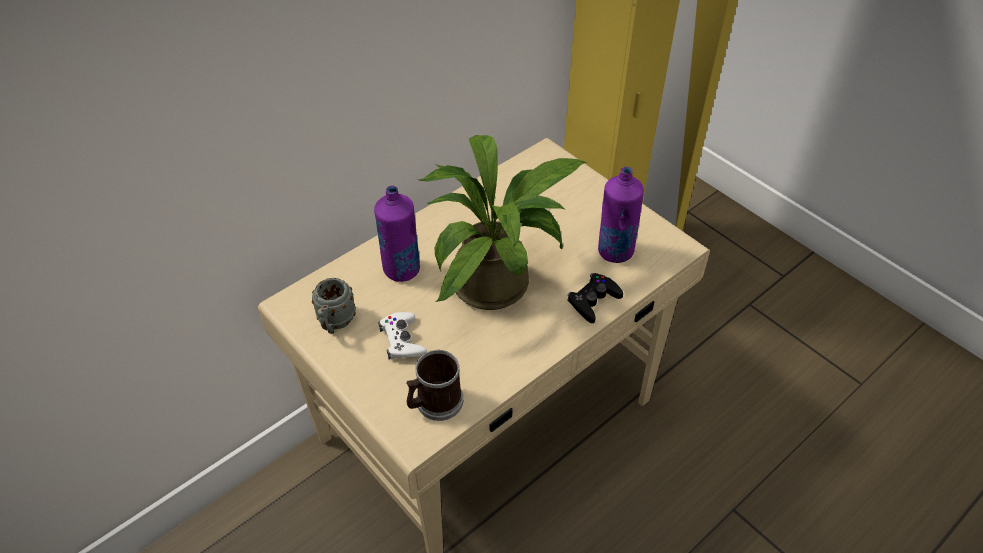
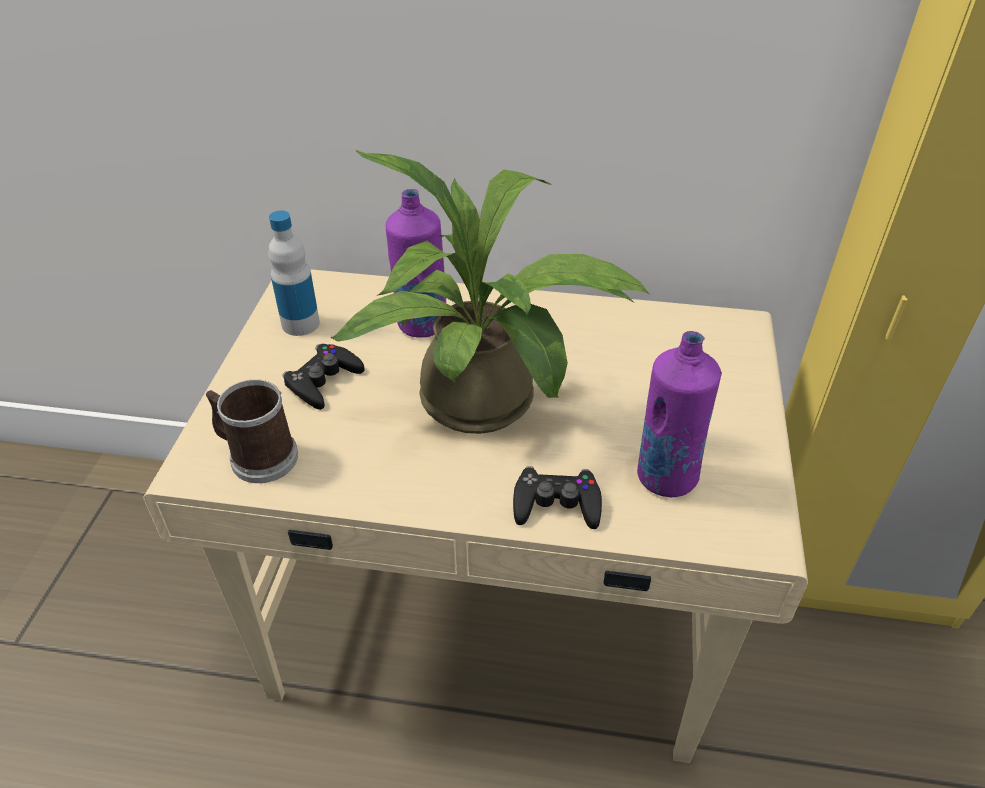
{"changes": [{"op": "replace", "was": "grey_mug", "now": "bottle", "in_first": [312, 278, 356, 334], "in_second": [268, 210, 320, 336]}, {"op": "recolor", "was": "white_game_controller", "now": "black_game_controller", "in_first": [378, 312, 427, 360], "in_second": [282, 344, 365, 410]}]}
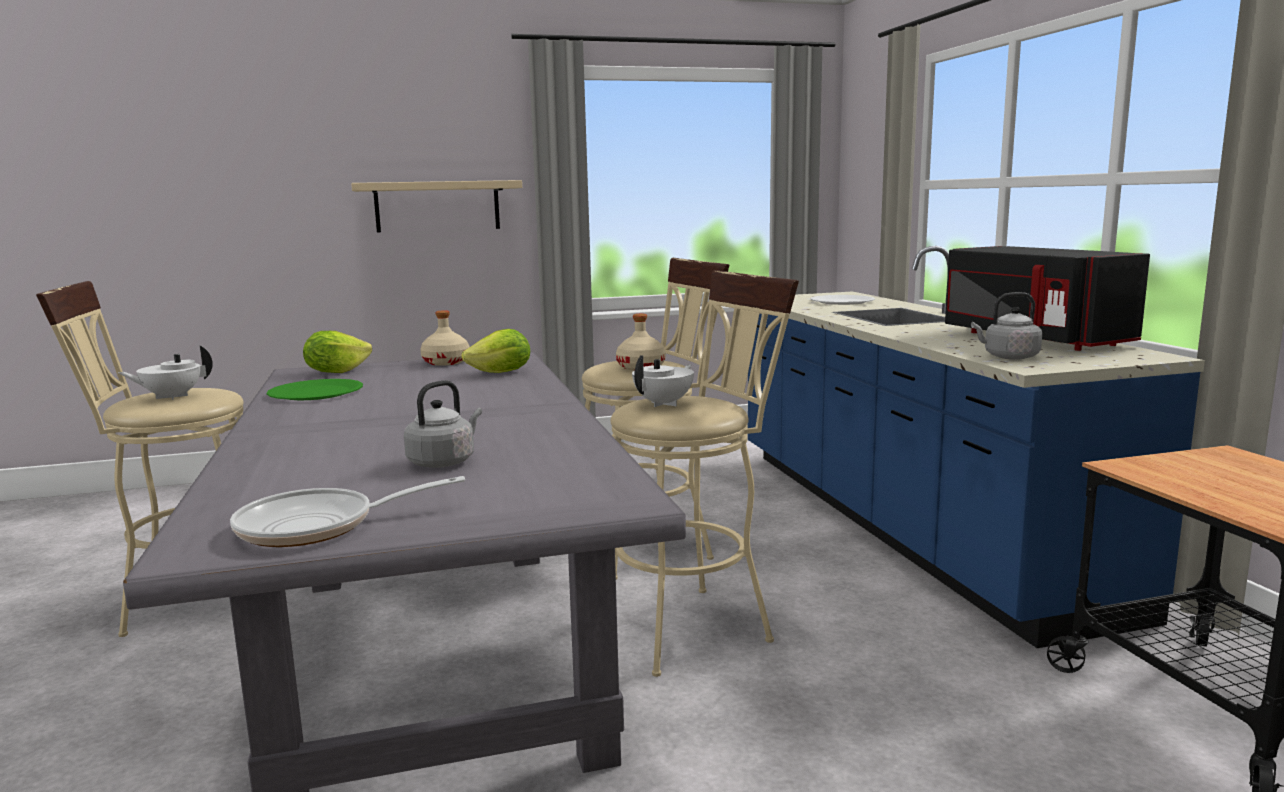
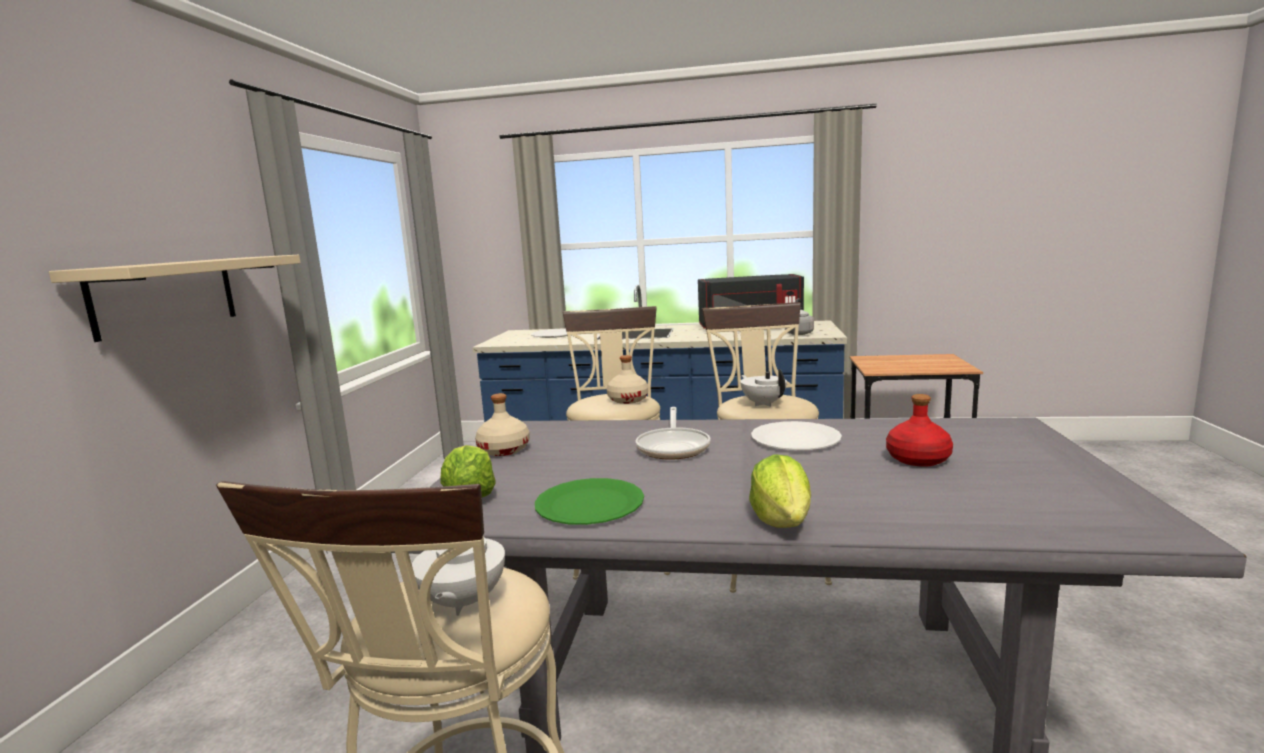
{"changes": [{"op": "insert", "now": "white_plate", "in_second": [751, 421, 842, 450]}, {"op": "move", "was": "frying_pan", "in_first": [230, 476, 465, 547], "in_second": [636, 407, 711, 460]}, {"op": "move", "was": "lettuce", "in_first": [462, 329, 530, 373], "in_second": [749, 454, 811, 528]}, {"op": "replace", "was": "grey_kettle", "now": "red_bottle", "in_first": [404, 380, 482, 468], "in_second": [886, 394, 953, 467]}]}
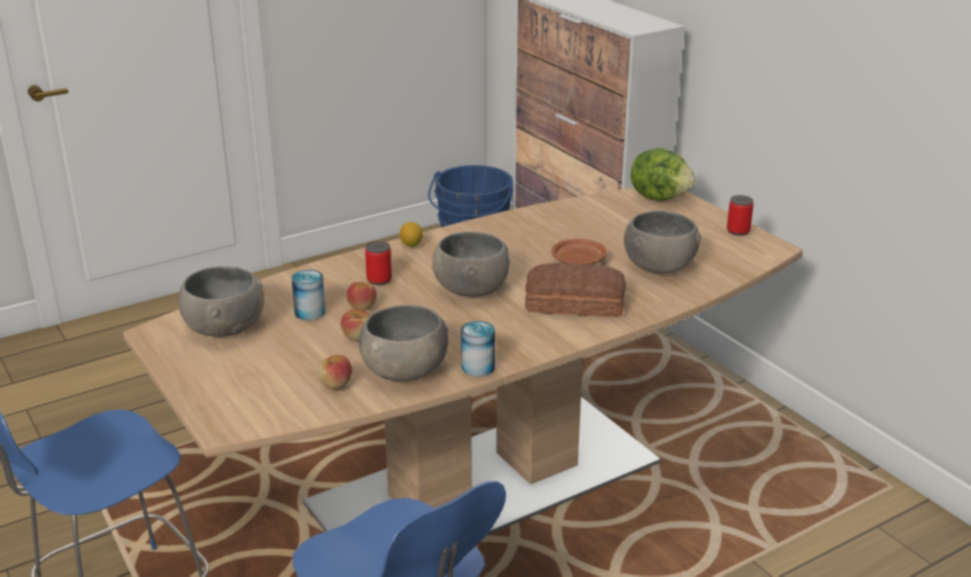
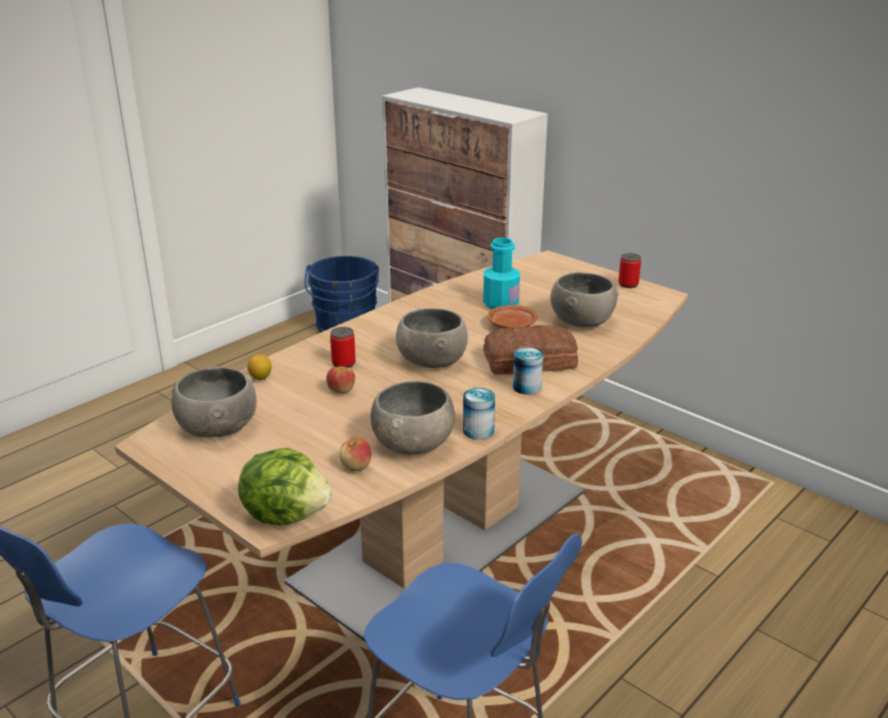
{"changes": [{"op": "delete", "was": "apple", "in_first": [341, 309, 370, 341]}, {"op": "insert", "now": "turquoise_bottle", "in_second": [483, 238, 520, 310]}, {"op": "move", "was": "can", "in_first": [292, 270, 326, 321], "in_second": [513, 347, 543, 395]}, {"op": "move", "was": "lemon", "in_first": [400, 222, 423, 247], "in_second": [247, 354, 272, 380]}, {"op": "move", "was": "lettuce", "in_first": [631, 148, 696, 201], "in_second": [238, 448, 331, 525]}]}
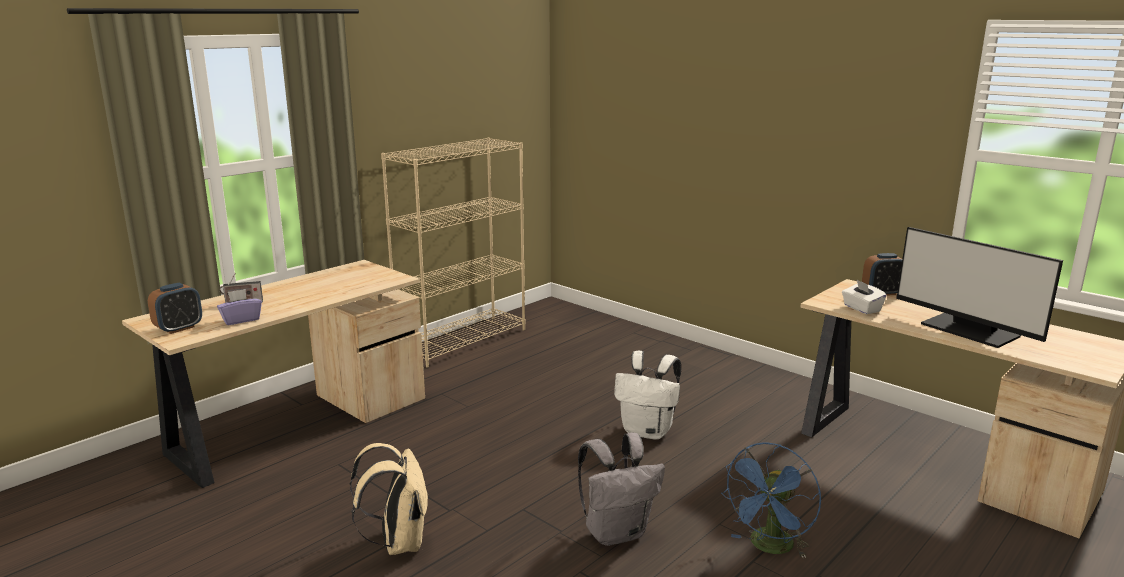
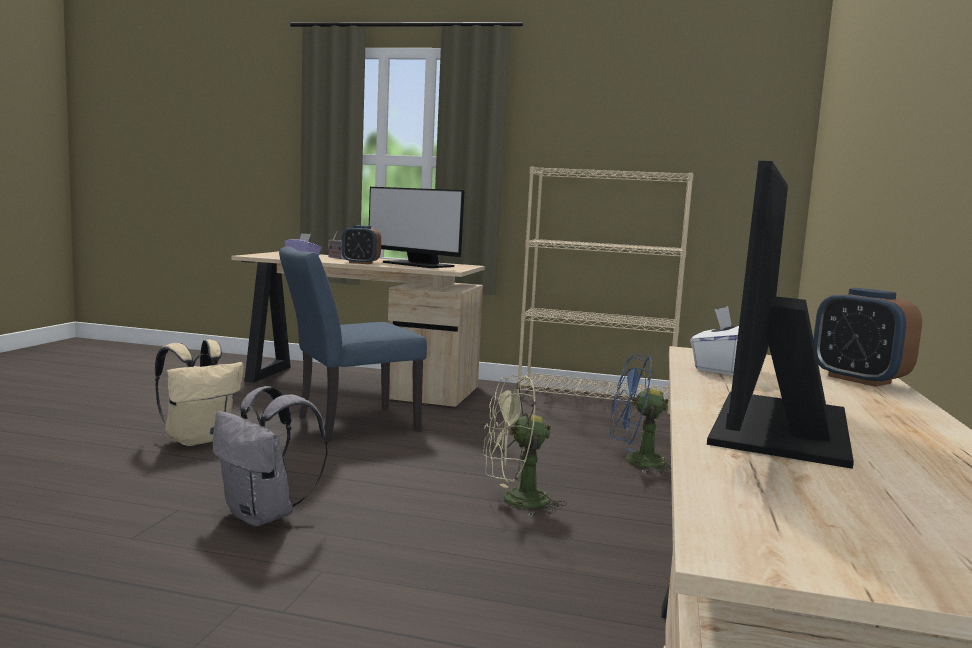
{"changes": [{"op": "insert", "now": "blue_chair", "in_second": [279, 246, 427, 441]}, {"op": "insert", "now": "monitor", "in_second": [369, 187, 465, 268]}, {"op": "move", "was": "alarm_clock", "in_first": [148, 283, 202, 334], "in_second": [342, 225, 381, 264]}, {"op": "move", "was": "blue_fan", "in_first": [721, 443, 821, 558], "in_second": [610, 354, 671, 473]}, {"op": "replace", "was": "white_backpack", "now": "green_fan", "in_first": [614, 351, 681, 440], "in_second": [482, 375, 567, 517]}]}
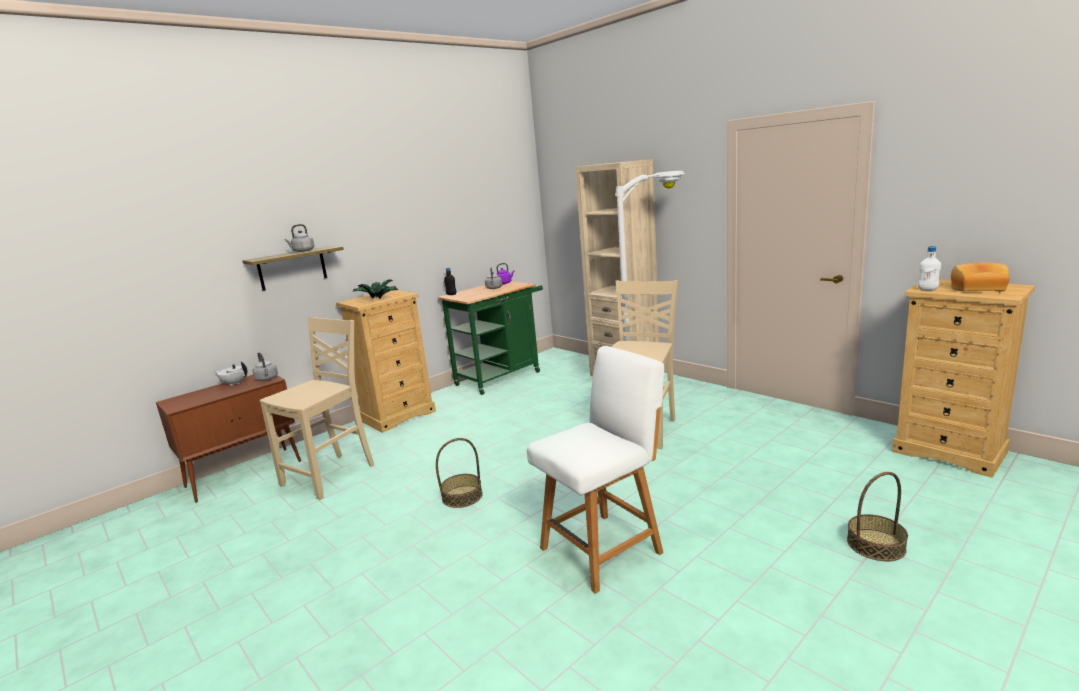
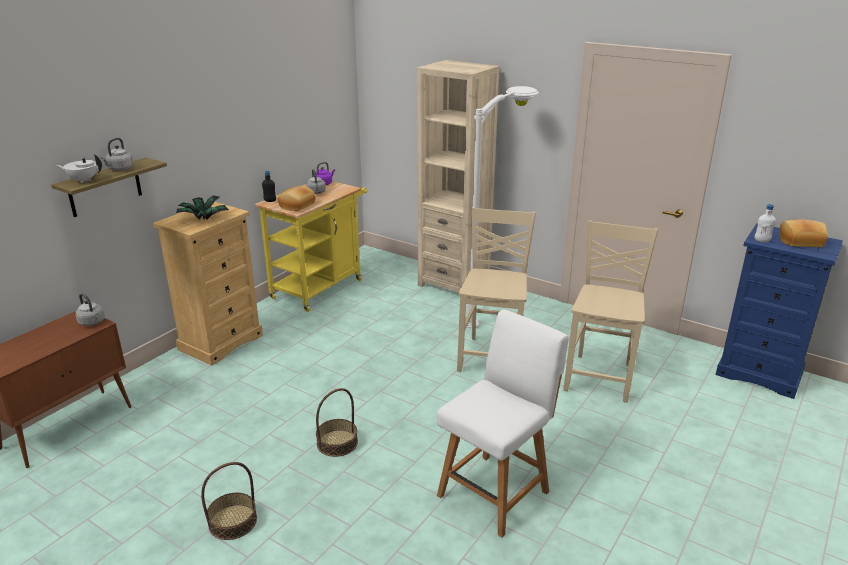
{"changes": [{"op": "insert", "now": "bread", "in_second": [278, 185, 316, 211]}, {"op": "move", "was": "white_teapot", "in_first": [215, 361, 247, 386], "in_second": [56, 154, 102, 183]}, {"op": "move", "was": "beige_chair", "in_first": [260, 316, 374, 500], "in_second": [563, 221, 658, 403]}, {"op": "move", "was": "basket", "in_first": [847, 472, 908, 561], "in_second": [201, 462, 257, 540]}, {"op": "recolor", "was": "green_cart", "now": "yellow_cart", "in_first": [438, 281, 543, 395], "in_second": [255, 181, 367, 312]}, {"op": "recolor", "was": "beige_dresser", "now": "blue_dresser", "in_first": [892, 279, 1035, 478], "in_second": [716, 223, 843, 399]}]}
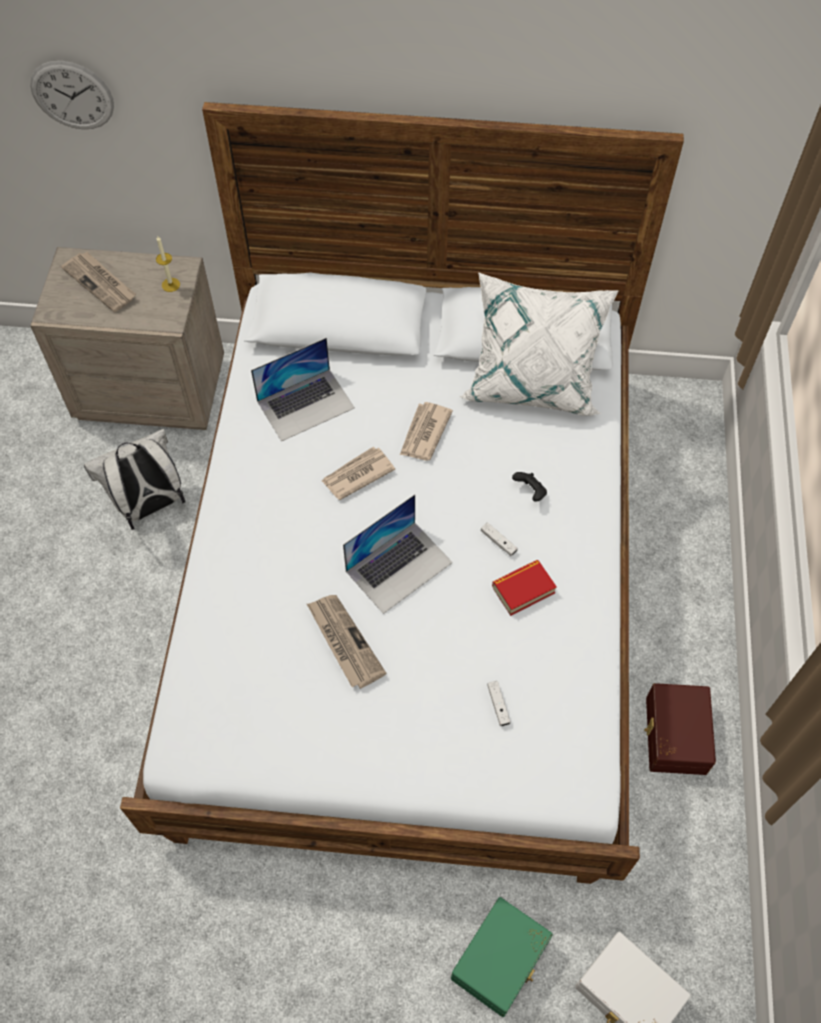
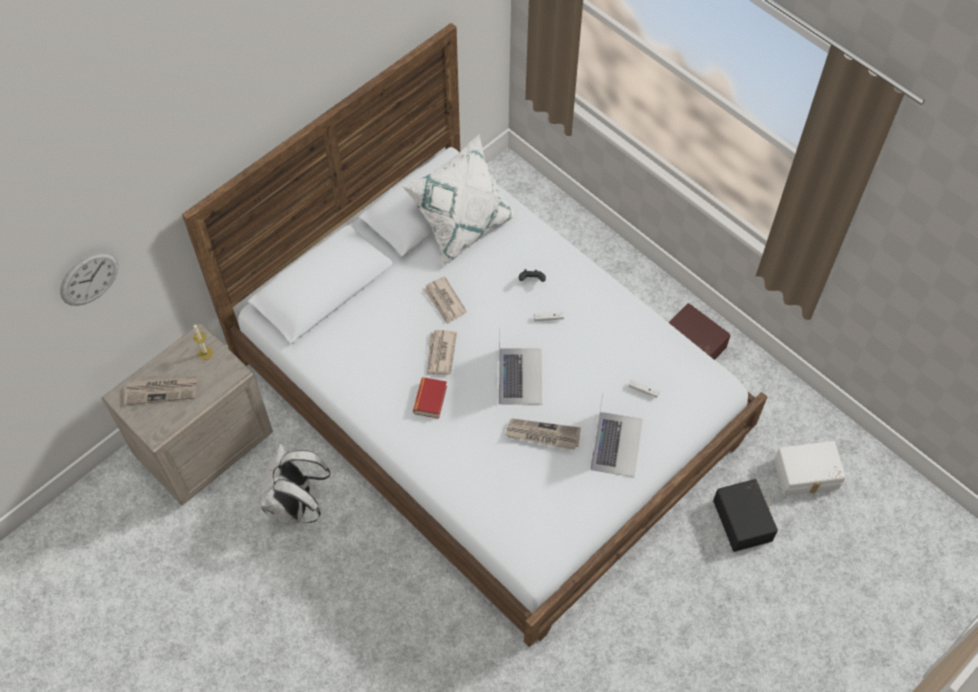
{"changes": [{"op": "move", "was": "laptop", "in_first": [251, 338, 355, 442], "in_second": [590, 394, 643, 478]}, {"op": "move", "was": "book", "in_first": [492, 560, 557, 616], "in_second": [413, 377, 447, 419]}, {"op": "recolor", "was": "green_storage_box", "now": "black_storage_box", "in_first": [451, 897, 553, 1017], "in_second": [713, 479, 778, 552]}]}
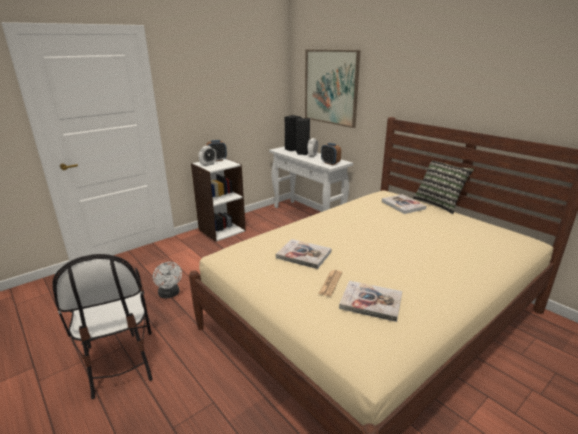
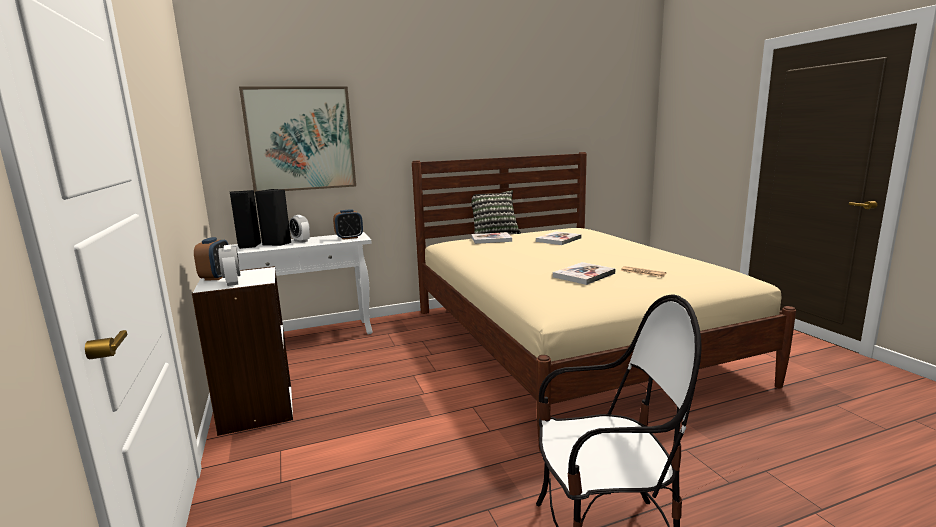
{"changes": [{"op": "delete", "was": "white_fan", "in_first": [153, 262, 182, 298]}, {"op": "move", "was": "book", "in_first": [339, 281, 402, 322], "in_second": [536, 231, 581, 245]}]}
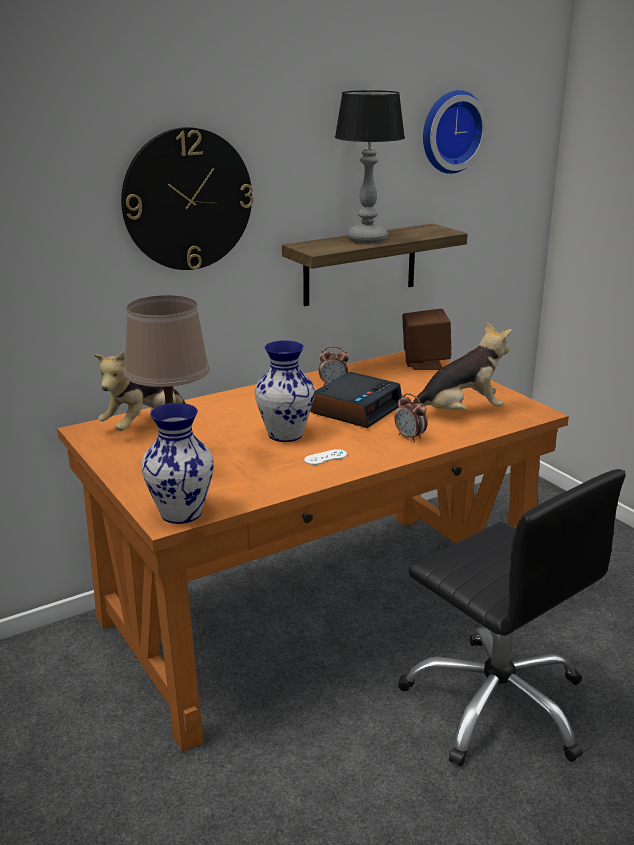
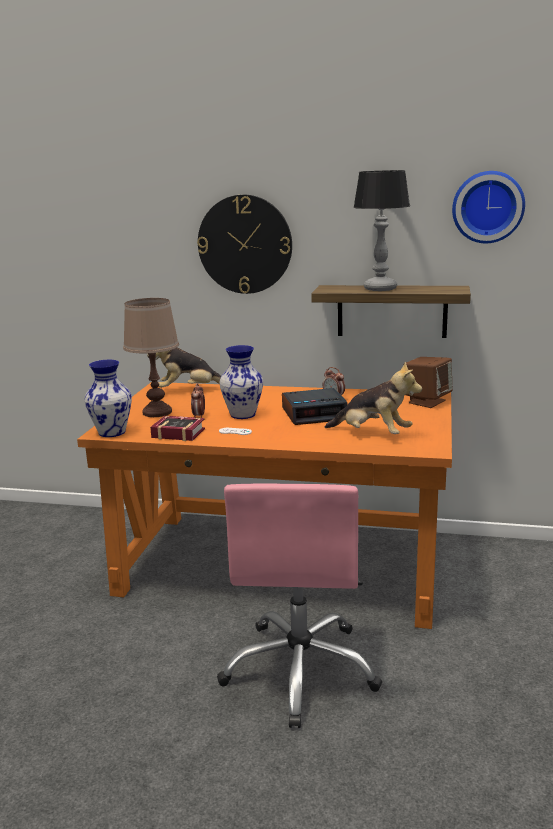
{"changes": [{"op": "insert", "now": "book", "in_second": [150, 416, 205, 441]}, {"op": "move", "was": "alarm_clock", "in_first": [395, 393, 427, 442], "in_second": [191, 383, 205, 418]}, {"op": "recolor", "was": "black_office_chair", "now": "pink_office_chair", "in_first": [398, 469, 626, 766], "in_second": [217, 483, 382, 728]}]}
